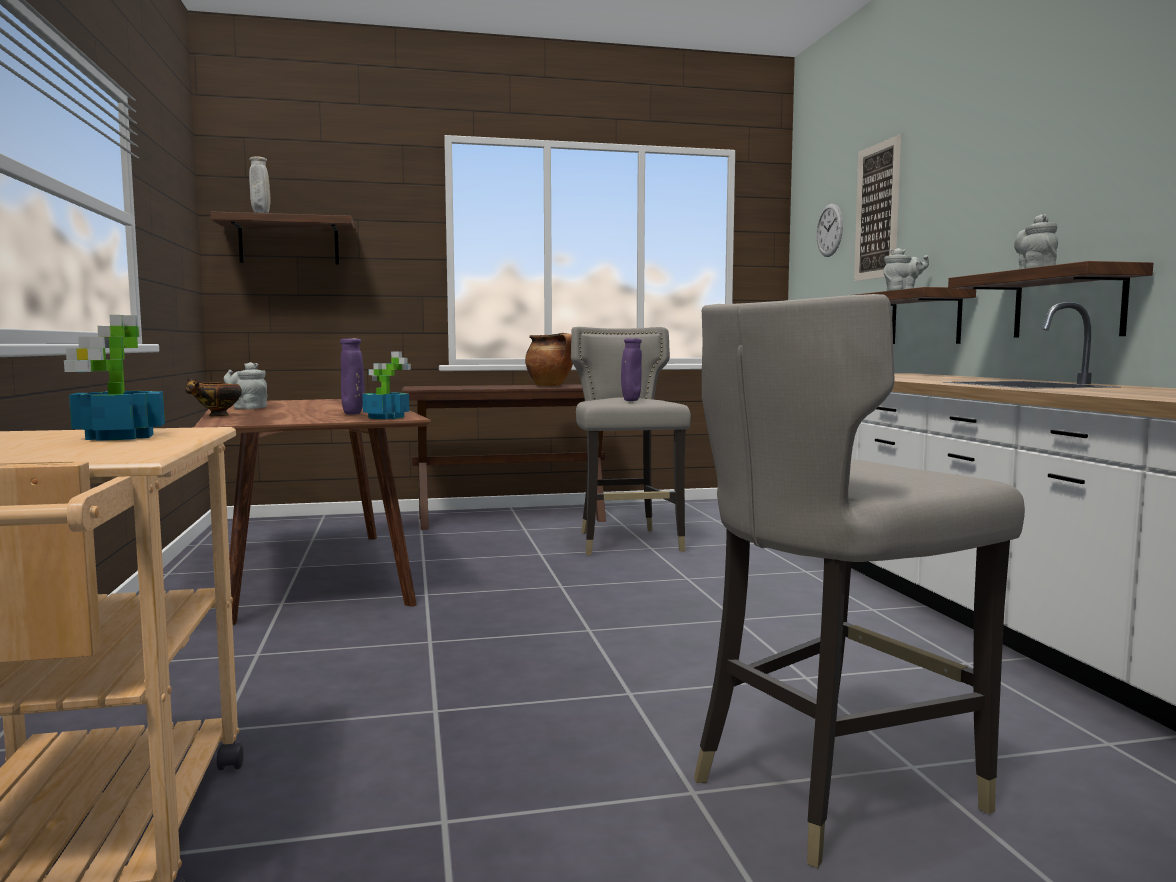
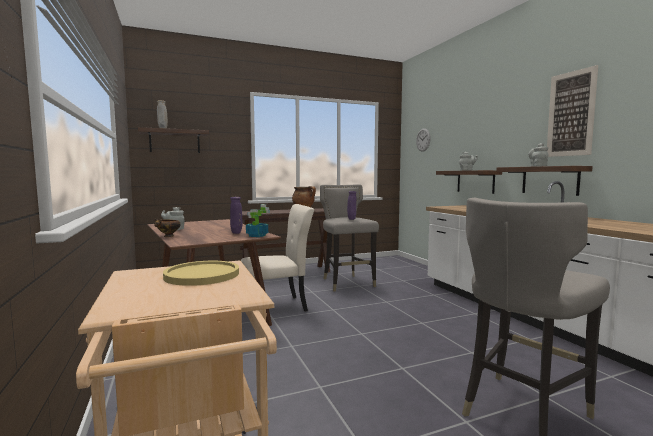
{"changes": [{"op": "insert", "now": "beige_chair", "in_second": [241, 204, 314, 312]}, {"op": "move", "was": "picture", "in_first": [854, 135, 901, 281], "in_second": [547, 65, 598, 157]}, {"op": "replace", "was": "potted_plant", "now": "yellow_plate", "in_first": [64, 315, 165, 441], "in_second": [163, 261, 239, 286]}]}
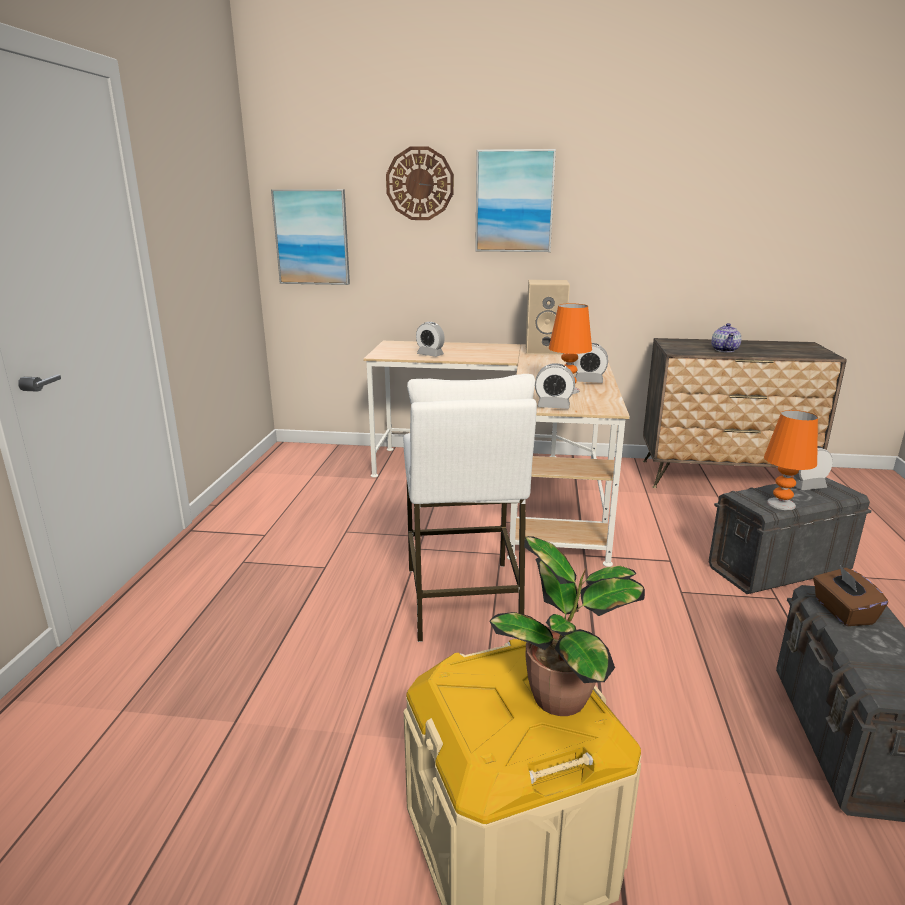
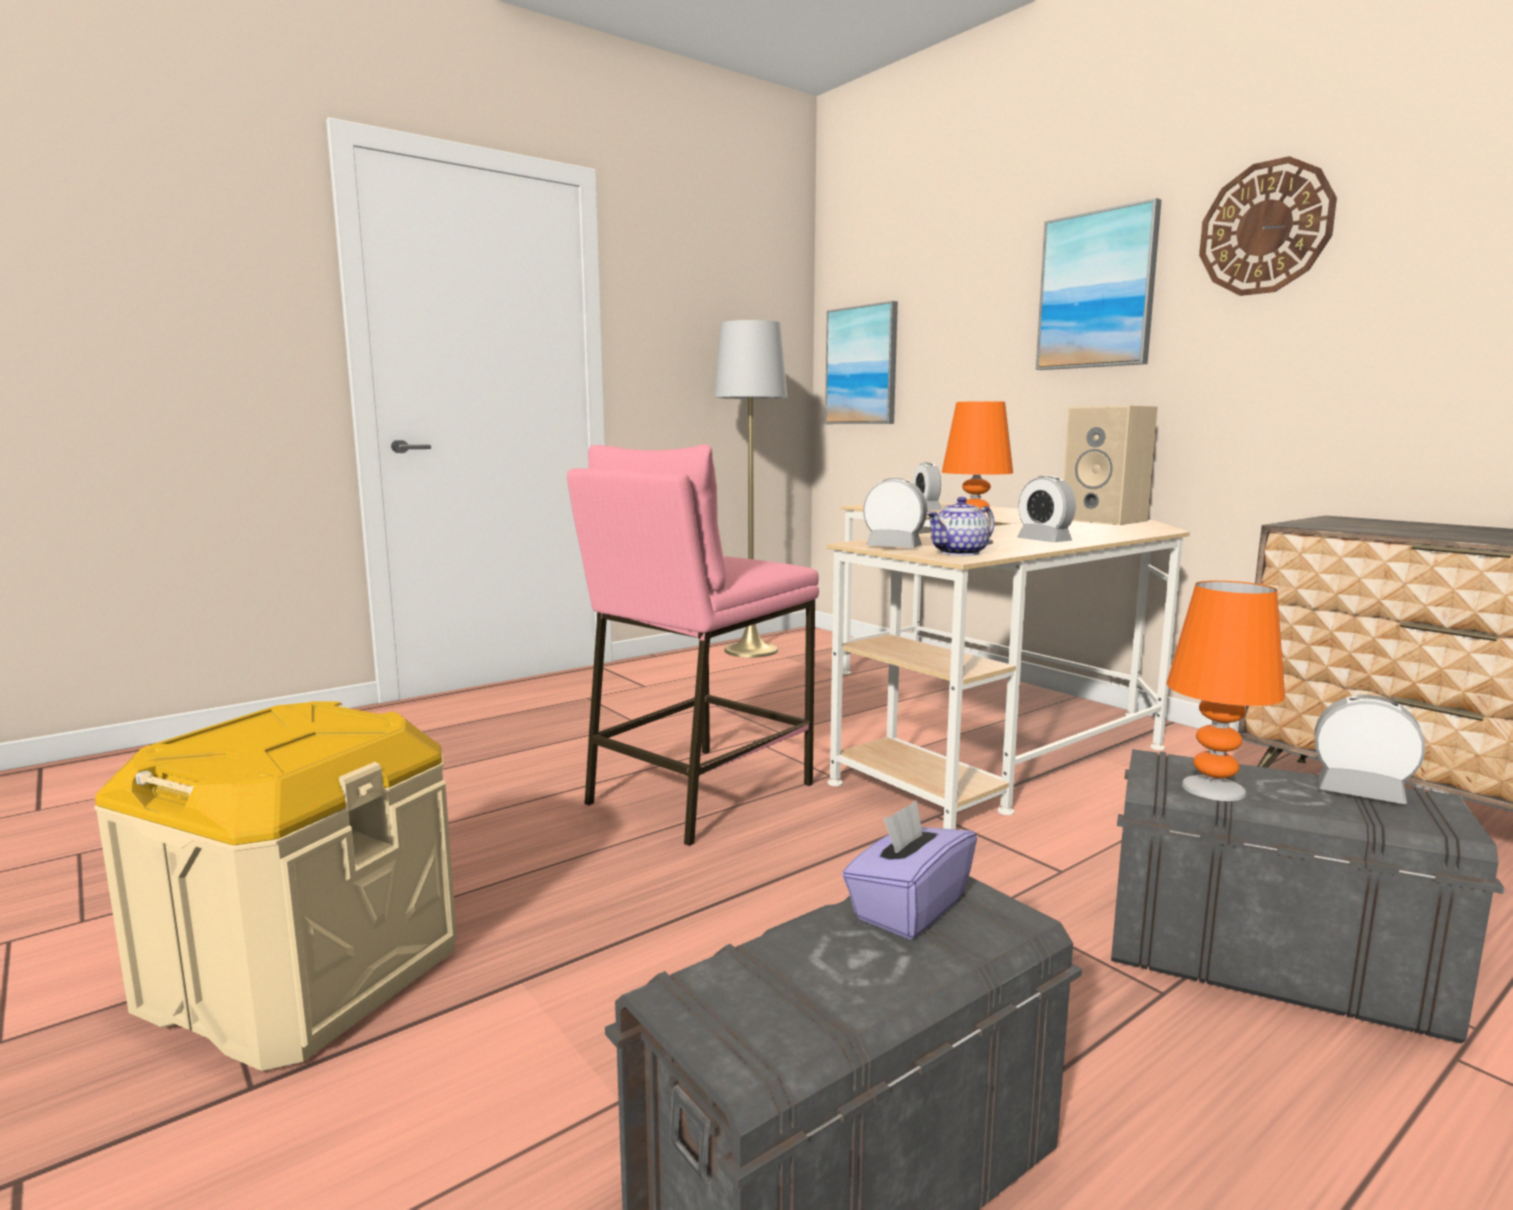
{"changes": [{"op": "delete", "was": "potted_plant", "in_first": [490, 536, 645, 716]}, {"op": "insert", "now": "grey_floor_lamp", "in_second": [714, 320, 787, 658]}, {"op": "move", "was": "wall_clock", "in_first": [386, 146, 454, 220], "in_second": [1199, 156, 1337, 296]}, {"op": "move", "was": "teapot", "in_first": [711, 323, 741, 352], "in_second": [926, 497, 995, 556]}, {"op": "recolor", "was": "white_stool", "now": "pink_stool", "in_first": [403, 374, 537, 642], "in_second": [567, 444, 819, 846]}, {"op": "recolor", "was": "brown_tissue_box", "now": "purple_tissue_box", "in_first": [813, 565, 888, 626], "in_second": [842, 801, 977, 940]}, {"op": "rotate", "was": "alarm_clock", "in_first": [535, 363, 575, 409], "in_second": [863, 478, 928, 548], "clockwise": 150}]}
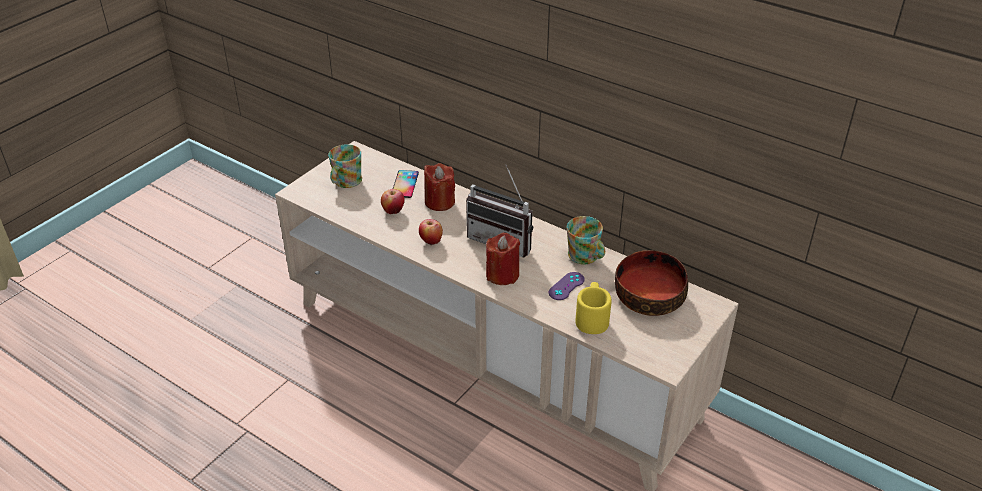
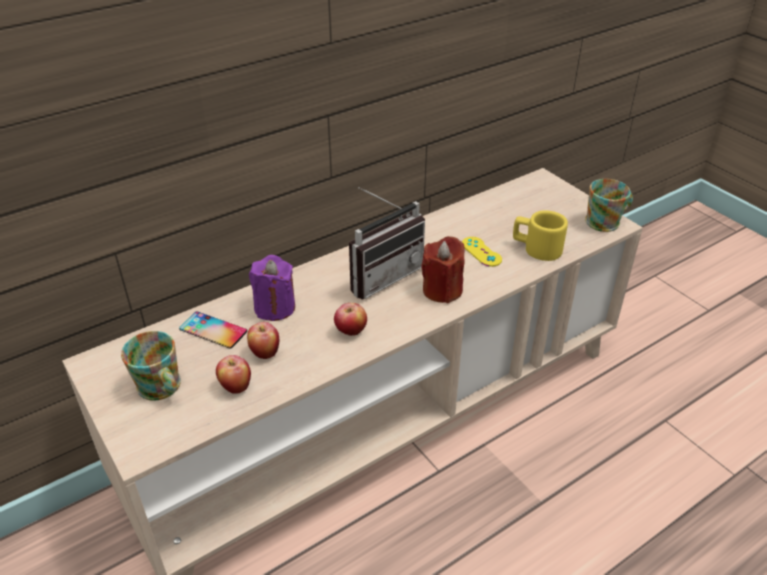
{"changes": [{"op": "delete", "was": "bowl", "in_first": [615, 250, 688, 316]}, {"op": "insert", "now": "apple", "in_second": [216, 355, 251, 394]}, {"op": "move", "was": "mug", "in_first": [567, 216, 605, 264], "in_second": [585, 179, 633, 232]}, {"op": "recolor", "was": "red_candle", "now": "purple_candle", "in_first": [424, 163, 455, 211], "in_second": [249, 255, 295, 321]}, {"op": "recolor", "was": "purple_game_controller", "now": "yellow_game_controller", "in_first": [549, 272, 585, 300], "in_second": [462, 237, 502, 267]}]}
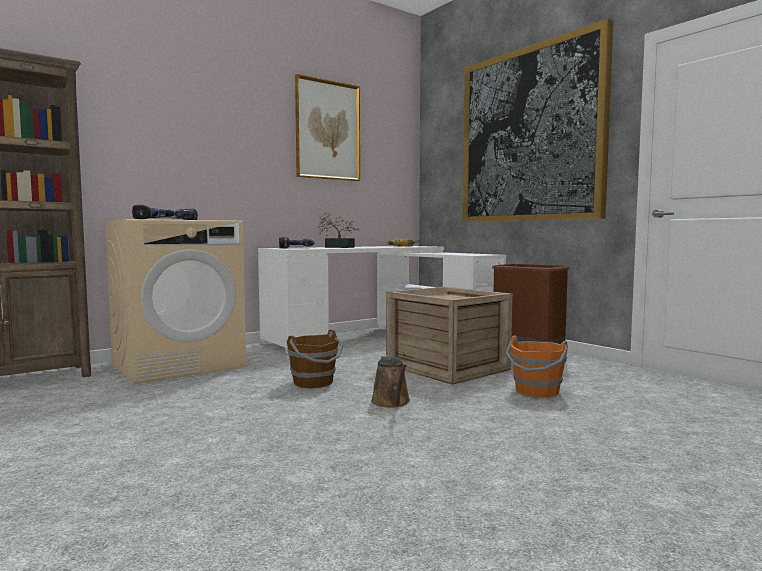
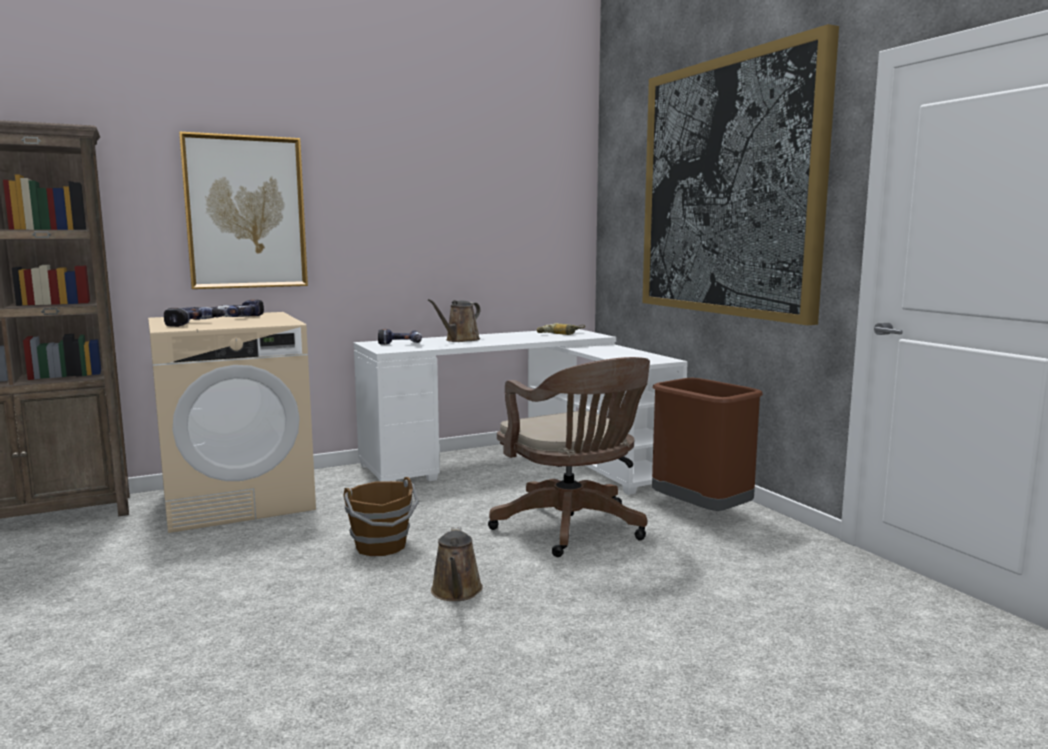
{"changes": [{"op": "delete", "was": "orange_bucket", "in_first": [506, 335, 568, 398]}, {"op": "move", "was": "picture", "in_first": [295, 74, 360, 181], "in_second": [179, 132, 308, 289]}, {"op": "replace", "was": "potted_plant", "now": "brown_watering_can", "in_first": [316, 212, 360, 248], "in_second": [428, 299, 480, 342]}, {"op": "replace", "was": "crate", "now": "brown_office_chair", "in_first": [386, 287, 513, 385], "in_second": [488, 357, 650, 557]}]}
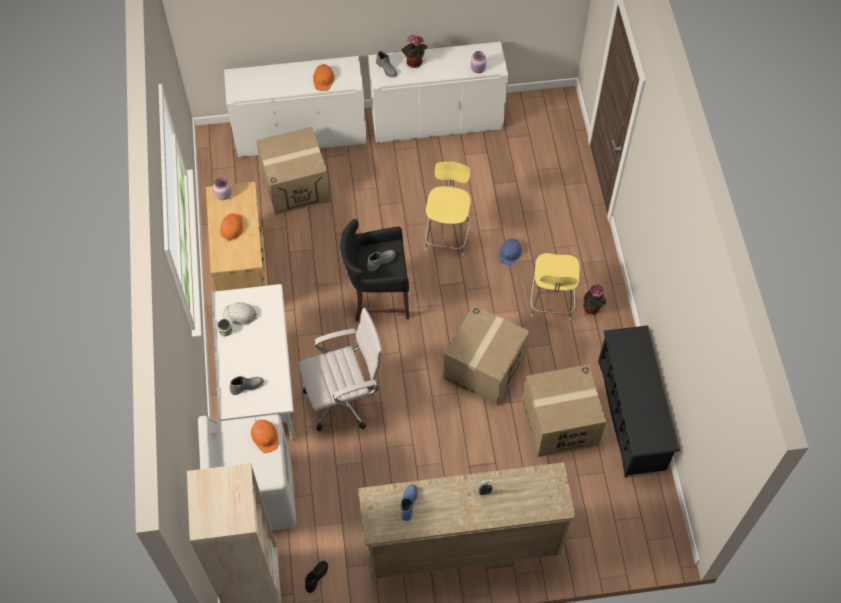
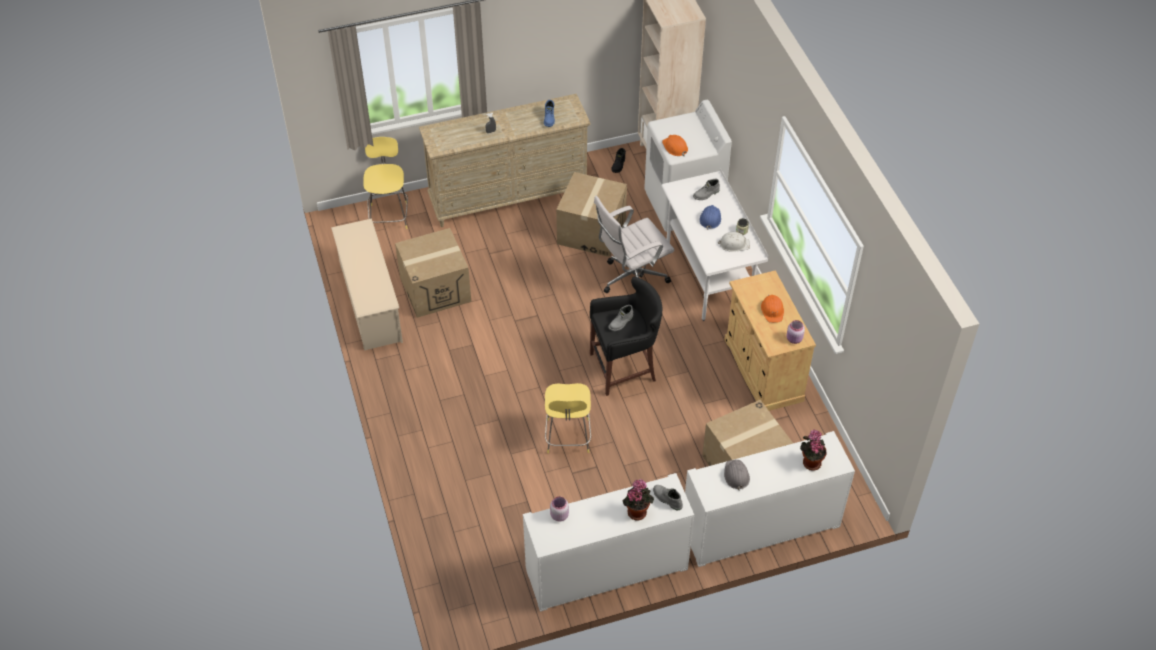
{"changes": [{"op": "move", "was": "cardboard_box", "in_first": [443, 305, 530, 405], "in_second": [556, 172, 627, 257]}, {"op": "move", "was": "blue_hard_hat", "in_first": [499, 237, 522, 266], "in_second": [700, 205, 721, 230]}, {"op": "move", "was": "yellow_stool", "in_first": [530, 253, 580, 320], "in_second": [363, 137, 408, 229]}, {"op": "move", "was": "potted_plant", "in_first": [583, 284, 607, 315], "in_second": [800, 429, 827, 471]}, {"op": "recolor", "was": "orange_hard_hat", "now": "grey_hard_hat", "in_first": [313, 64, 334, 91], "in_second": [724, 459, 750, 491]}, {"op": "recolor", "was": "black_shoe_rack", "now": "beige_shoe_rack", "in_first": [598, 325, 680, 478], "in_second": [331, 218, 403, 350]}]}
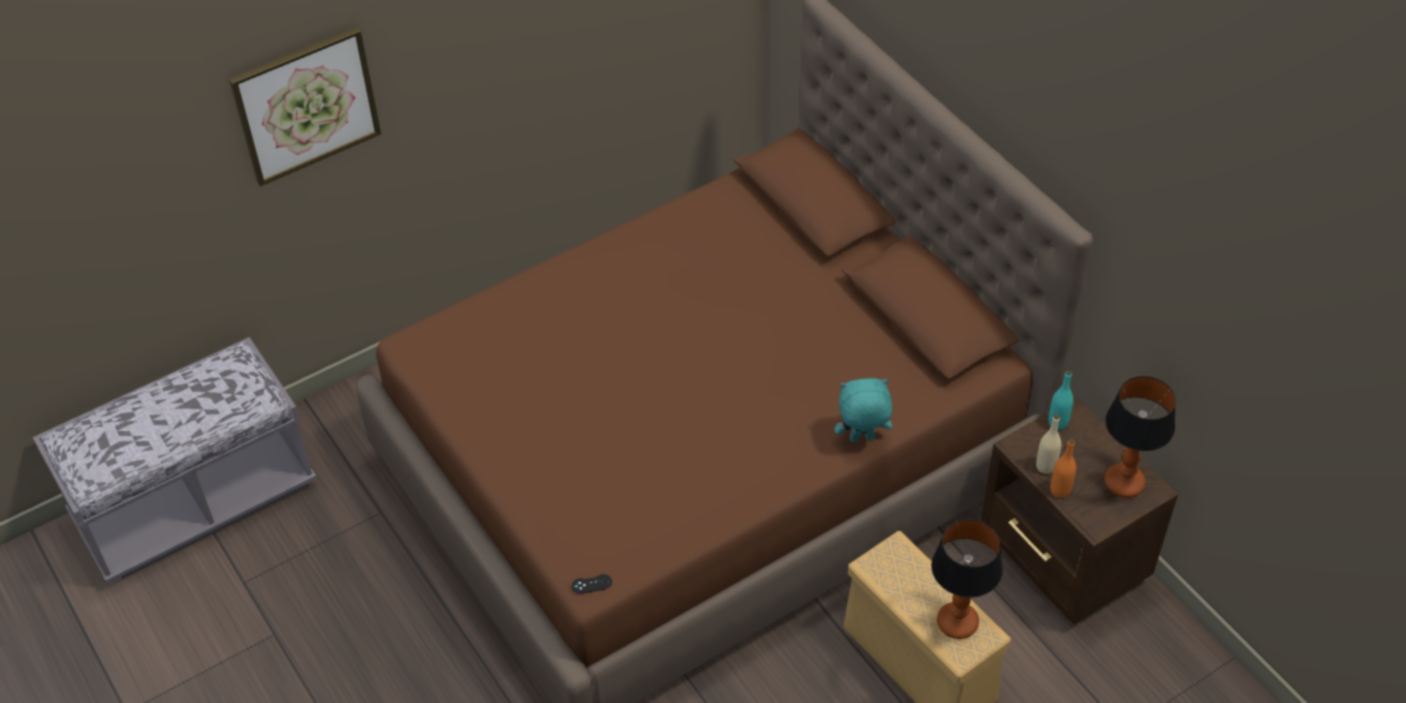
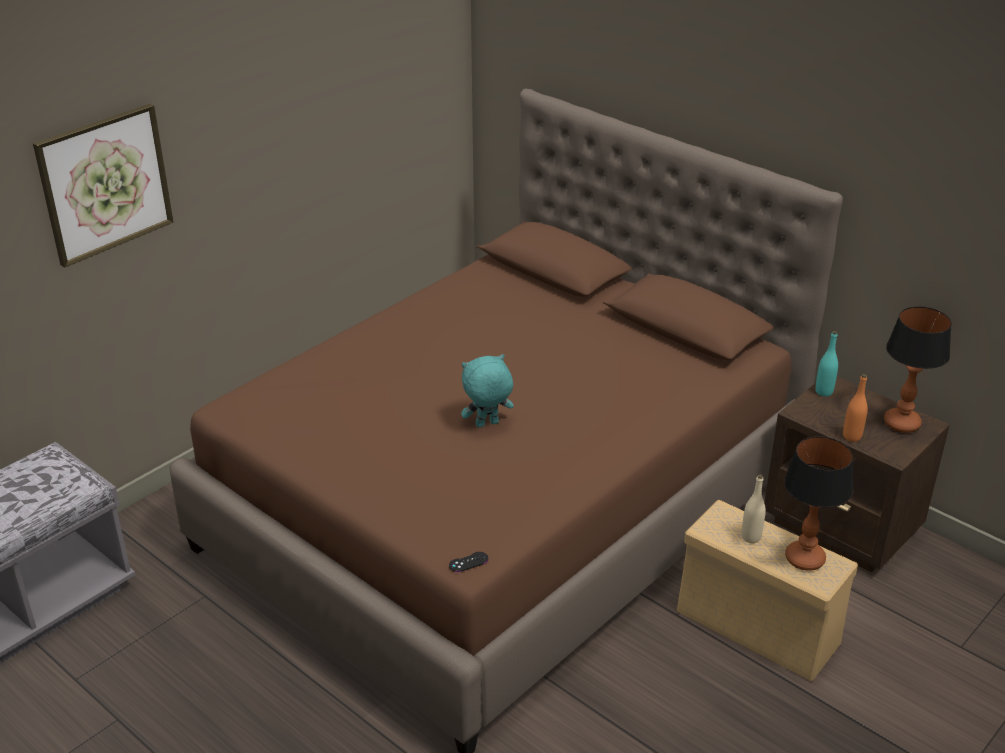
{"changes": [{"op": "move", "was": "turquoise_plush_toy", "in_first": [834, 378, 892, 442], "in_second": [461, 354, 514, 428]}, {"op": "move", "was": "beige_bottle", "in_first": [1036, 414, 1062, 474], "in_second": [742, 474, 766, 543]}]}
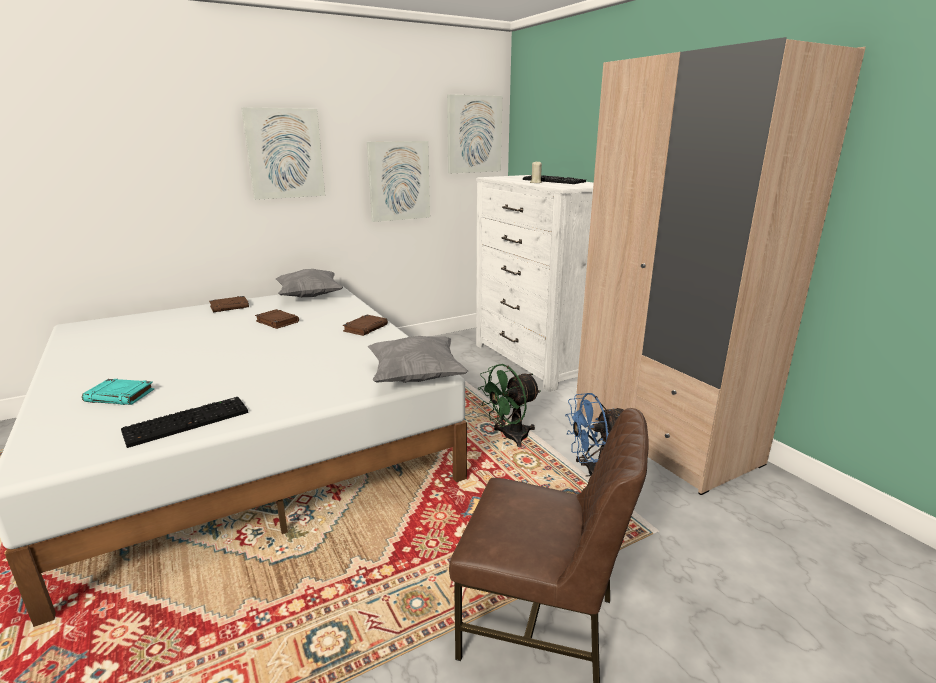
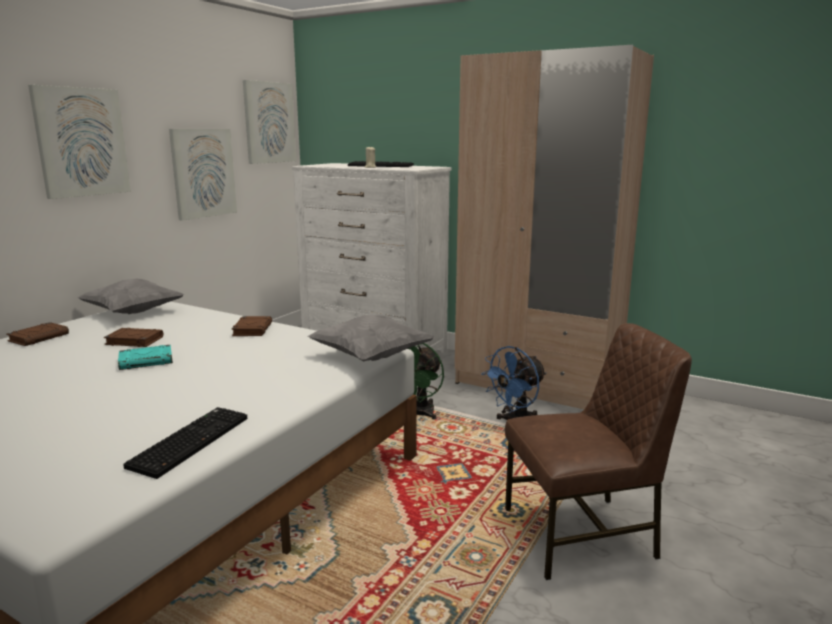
{"changes": [{"op": "move", "was": "turquoise_book", "in_first": [82, 379, 154, 405], "in_second": [118, 345, 173, 370]}]}
